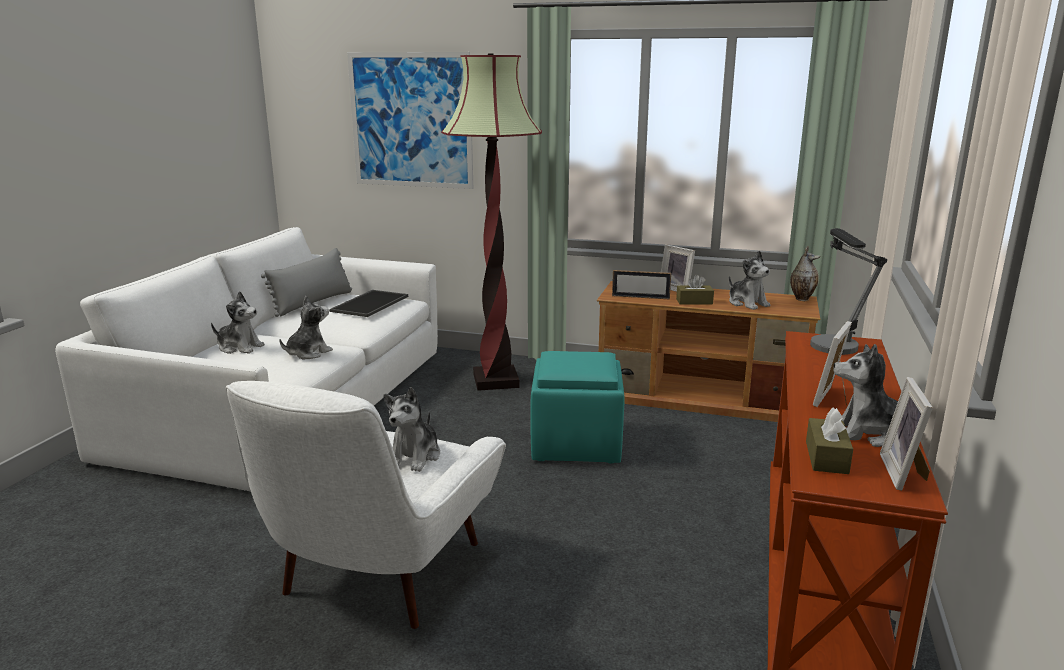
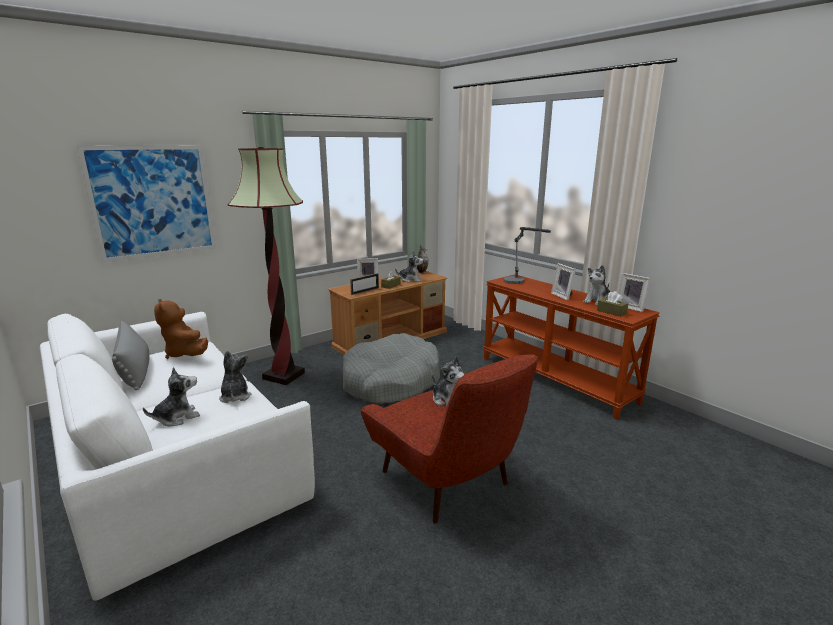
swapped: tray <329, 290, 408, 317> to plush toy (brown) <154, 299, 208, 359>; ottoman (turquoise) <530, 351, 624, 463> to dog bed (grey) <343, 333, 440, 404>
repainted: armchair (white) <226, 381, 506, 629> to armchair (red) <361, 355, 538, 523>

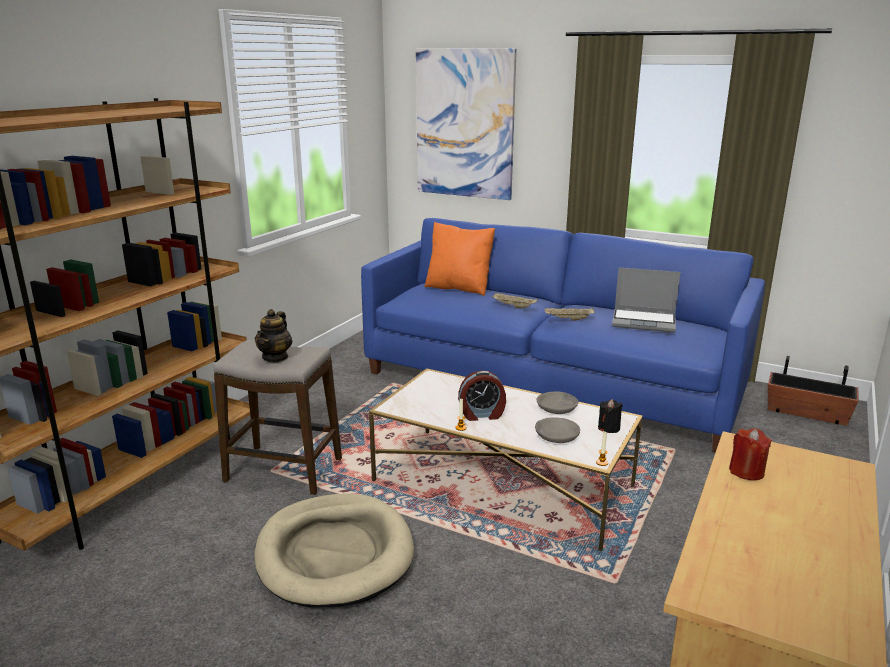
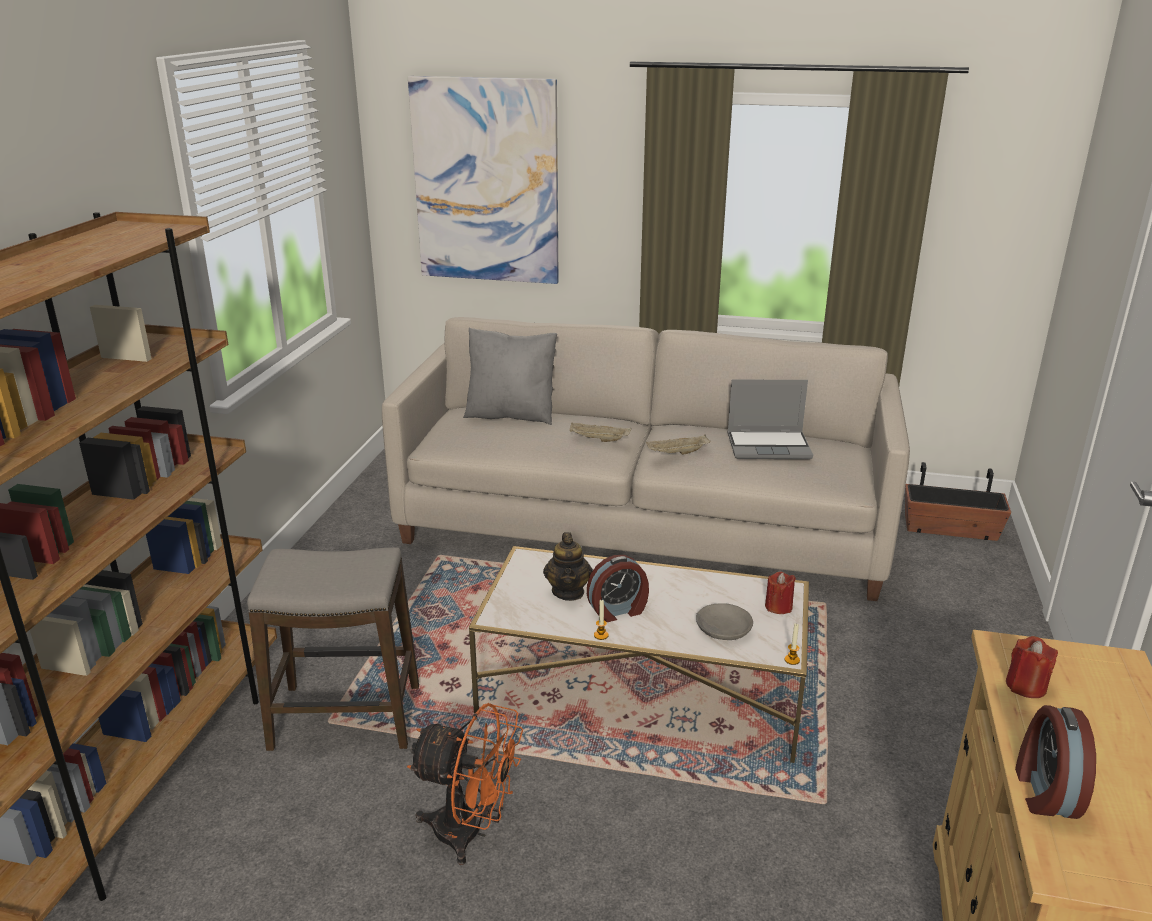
gone: bowl (grey) <537, 391, 579, 414>
new: alarm clock <1015, 705, 1096, 819>
shifted: teapot <255, 309, 292, 362> to <543, 532, 593, 601>
swapped: dog bed (beige) <254, 494, 414, 607> to fan (orange) <407, 703, 523, 865>
repainted: sofa (blue) <361, 218, 765, 453> to sofa (beige) <382, 317, 910, 601>; pillow (orange) <424, 222, 495, 296> to pillow (grey) <463, 328, 557, 425>; candle (black) <598, 399, 623, 433> to candle (red) <765, 571, 796, 614>

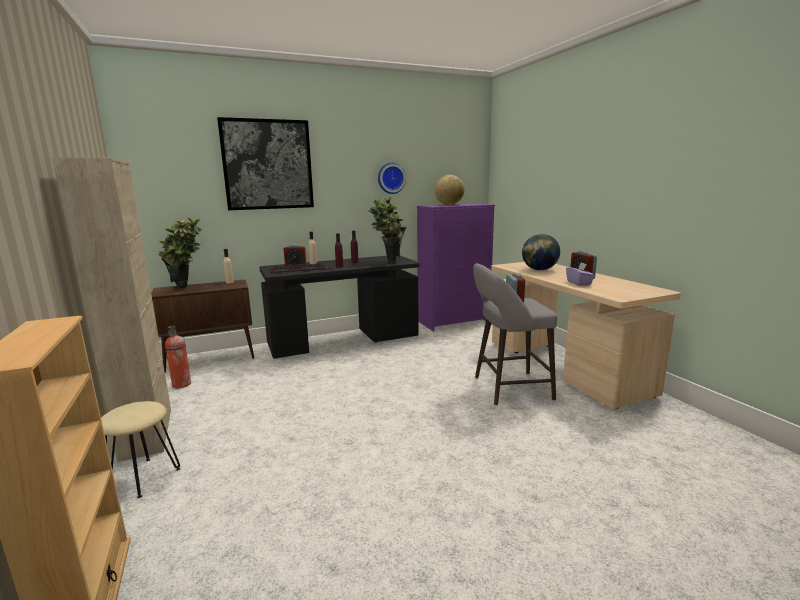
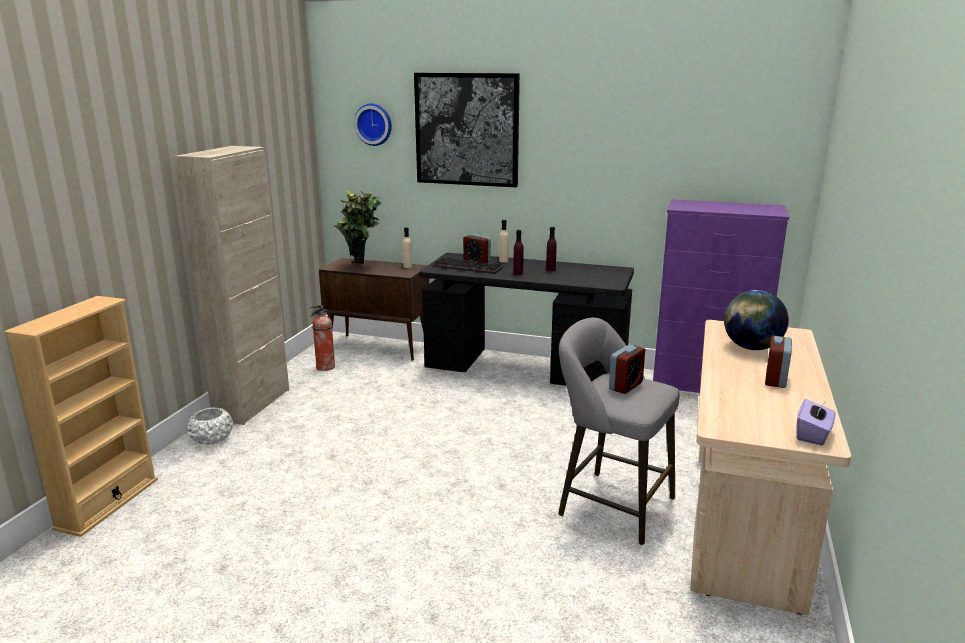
gone: potted plant <369, 197, 407, 264>; globe <435, 175, 464, 205>
shifted: wall clock <378, 163, 406, 194> to <354, 103, 392, 146>; tissue box (purple) <566, 262, 595, 286> to <796, 399, 836, 445>
swapped: stool (beige) <101, 401, 180, 498> to planter (white) <187, 407, 233, 445>

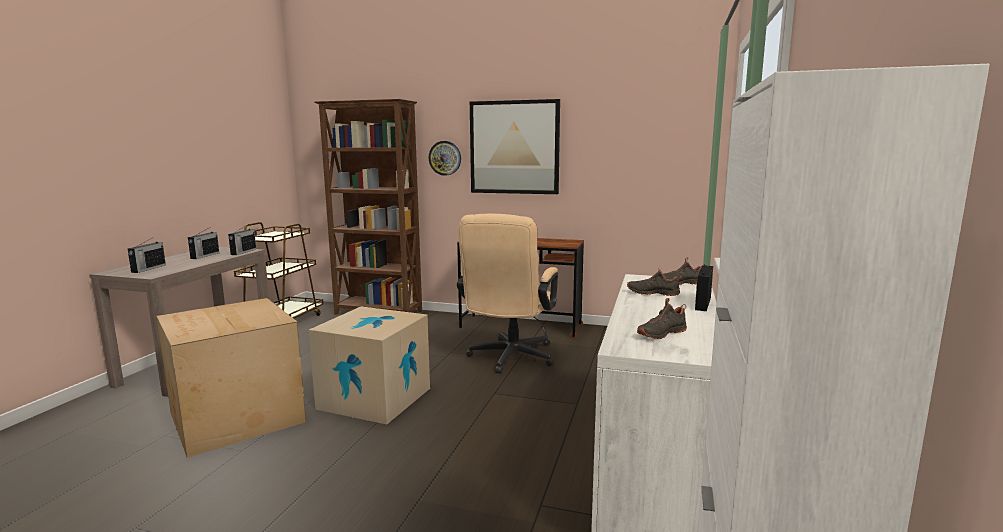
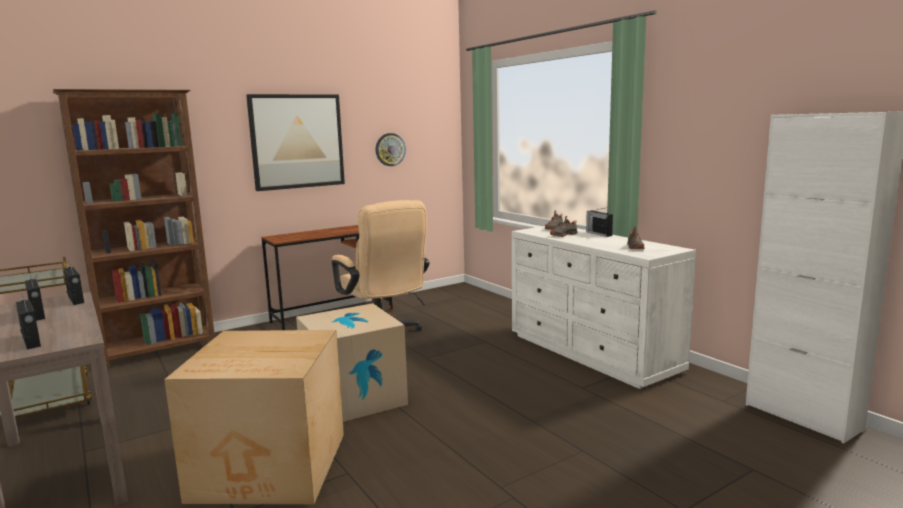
shifted: wall clock <429, 141, 461, 176> to <376, 133, 406, 166>

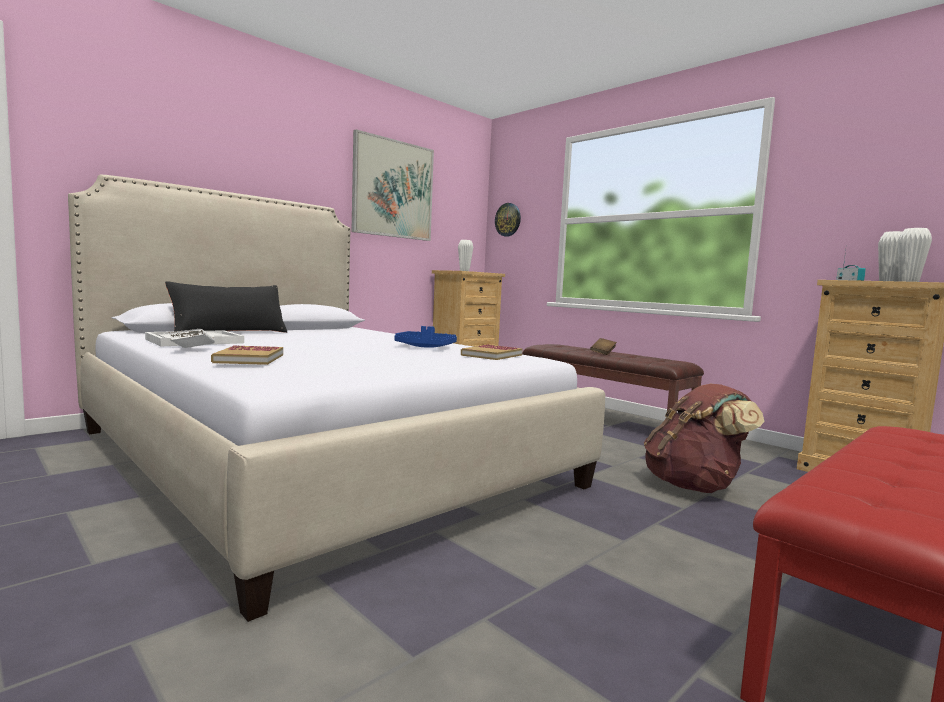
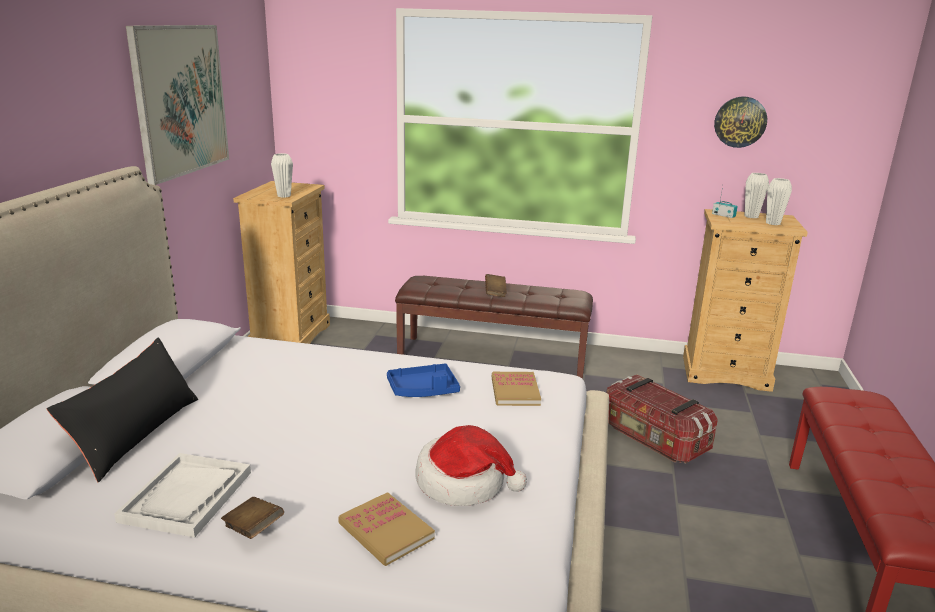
new: hat <415, 425, 527, 506>
shifted: wall clock <495, 203, 521, 237> to <714, 96, 767, 148>
swapped: backpack (brown) <644, 384, 765, 493> to storage box <606, 375, 718, 463>
repainted: book (white) <169, 329, 215, 348> to book (brown) <221, 497, 284, 539>

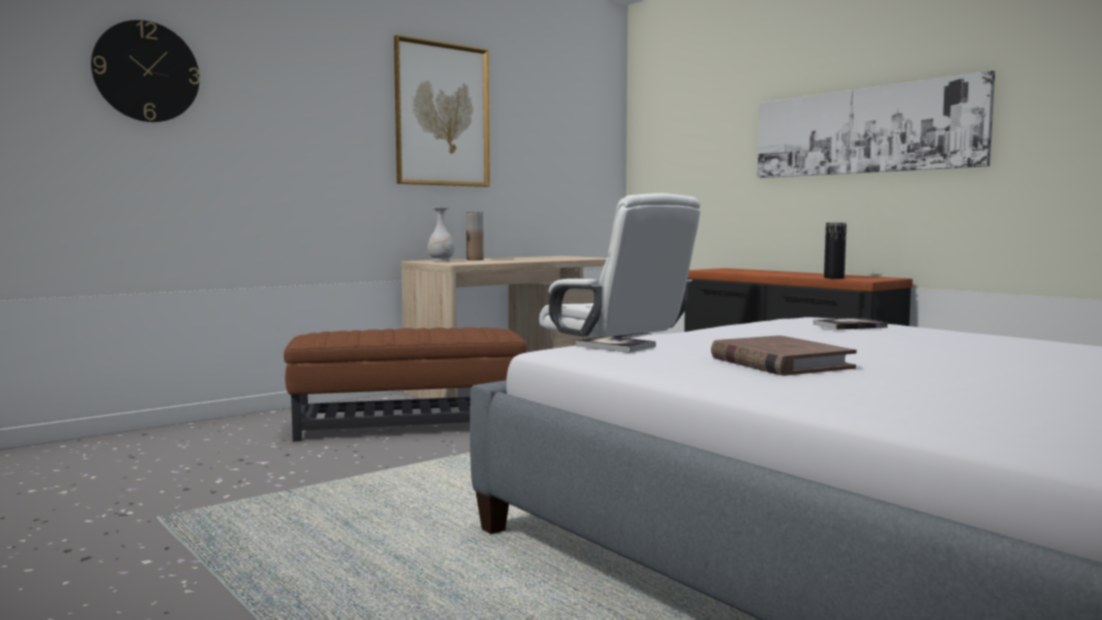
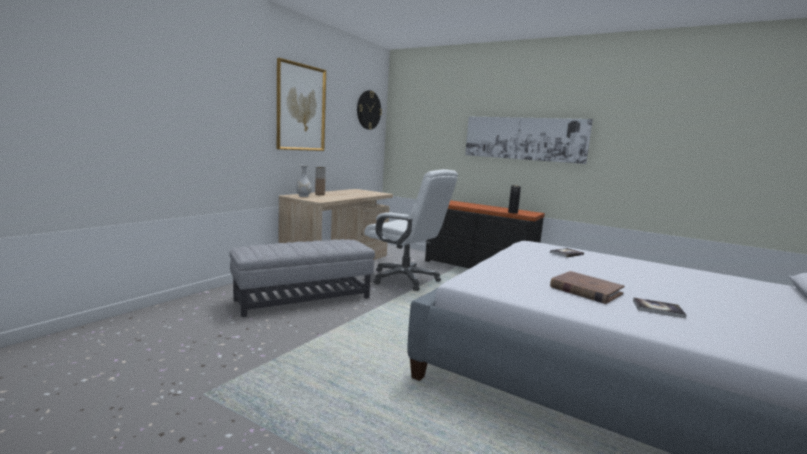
shifted: wall clock <91, 20, 200, 122> to <357, 90, 382, 130>; book <576, 336, 656, 353> to <633, 298, 686, 318>
repainted: ottoman (brown) <284, 327, 527, 442> to ottoman (grey) <229, 239, 375, 317>

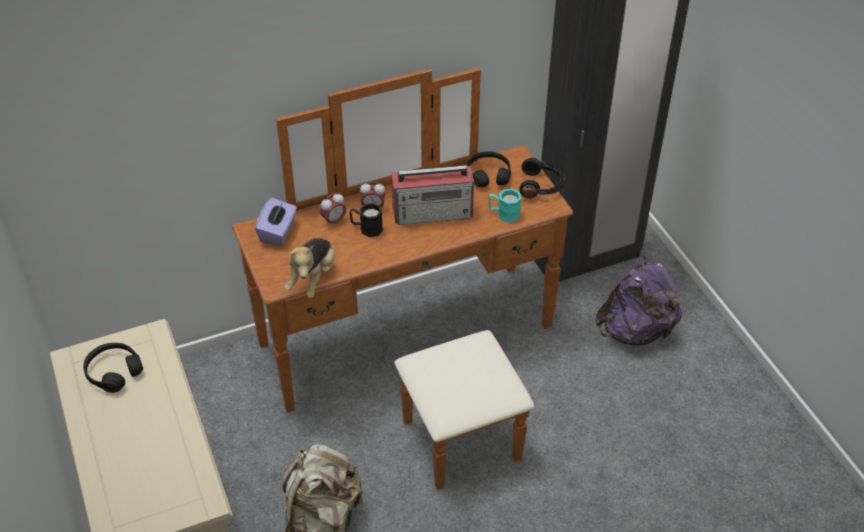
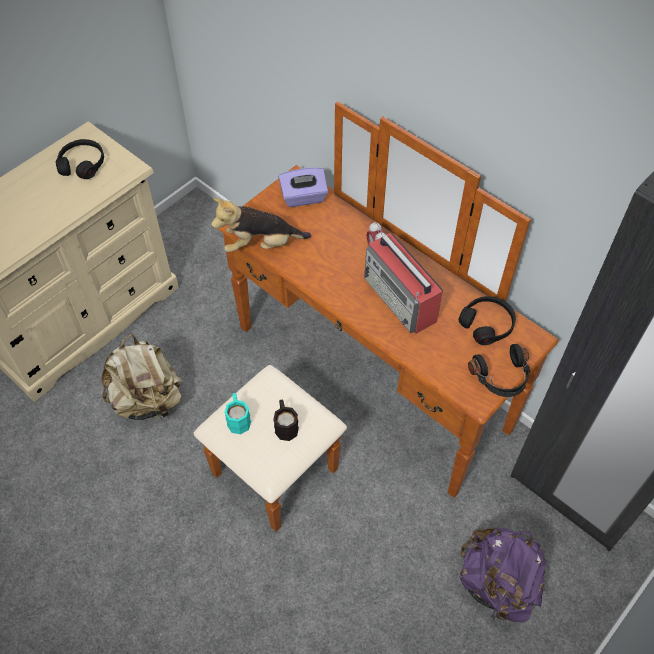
gone: alarm clock <320, 193, 346, 226>
shifted: mug (black) <349, 203, 383, 237> to <273, 400, 299, 441>; mug (turquoise) <488, 189, 521, 222> to <224, 393, 251, 434>

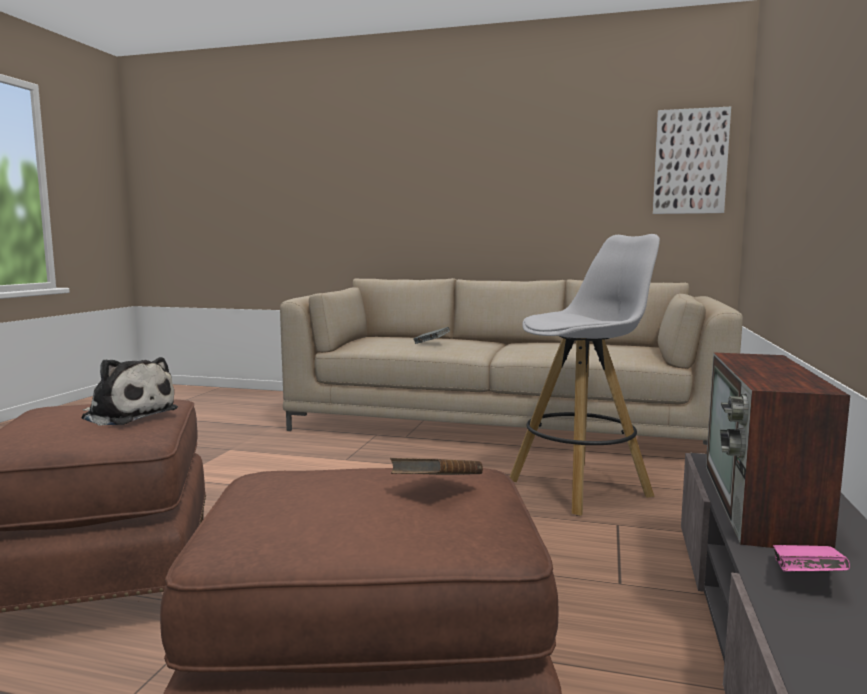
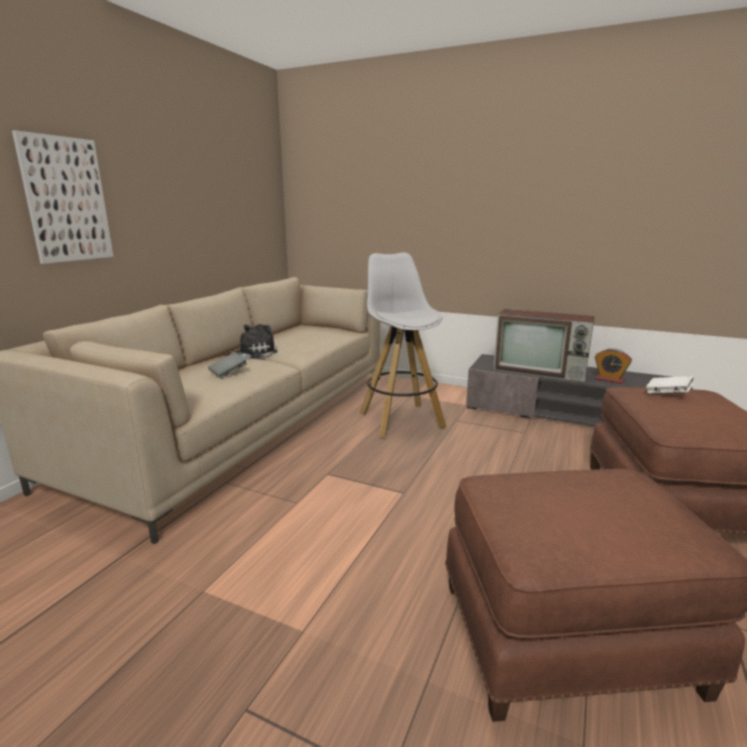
shifted: plush toy <82, 357, 178, 425> to <236, 324, 278, 359>; picture <653, 107, 731, 214> to <12, 130, 114, 264>
swapped: book (pink) <773, 545, 850, 571> to alarm clock <595, 348, 632, 384>
repainted: book (brown) <390, 458, 483, 475> to book (white) <646, 376, 694, 393>

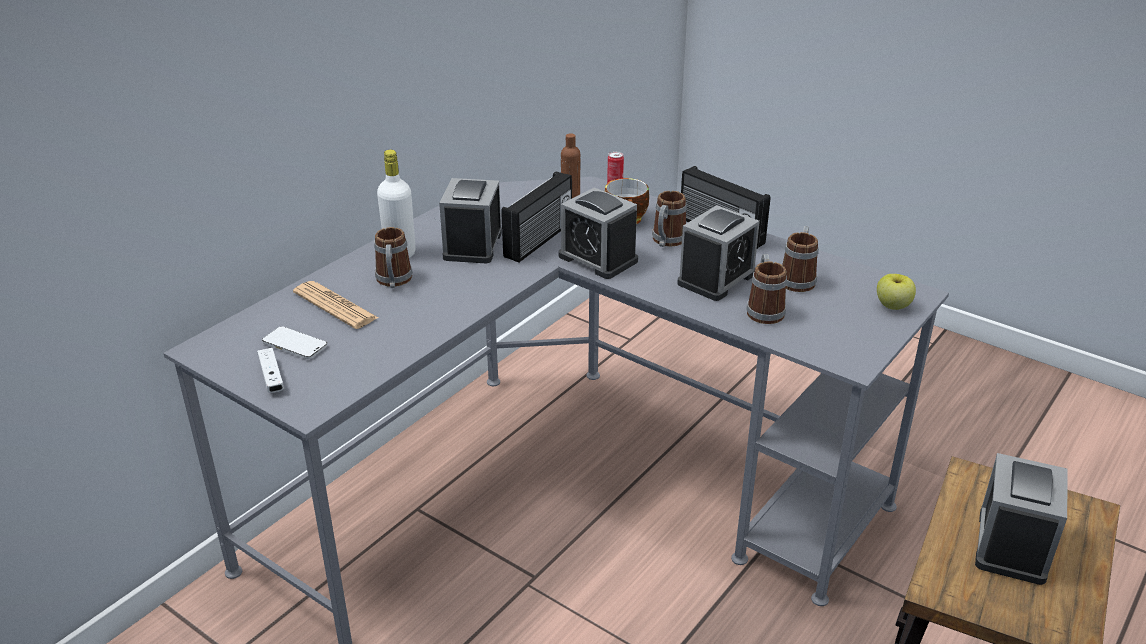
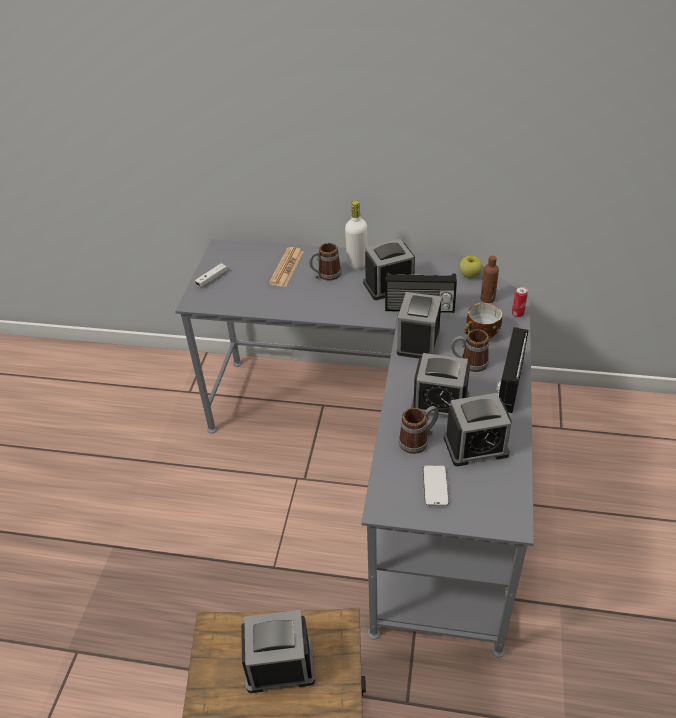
shifted: phone <262, 326, 327, 359> to <423, 466, 449, 506>; apple <877, 274, 916, 310> to <459, 255, 483, 278>
swapped: mug <782, 226, 819, 292> to alarm clock <444, 393, 512, 466>

